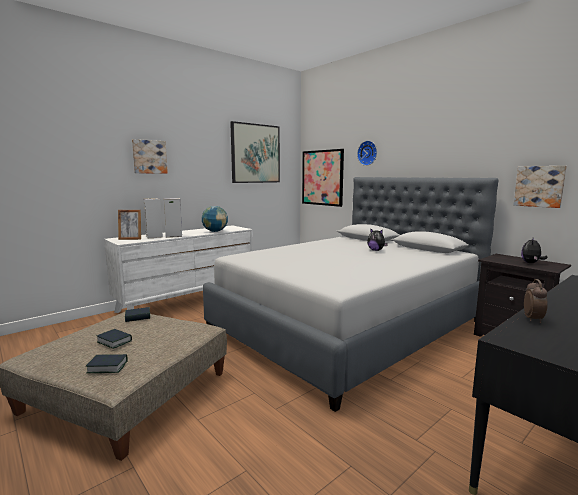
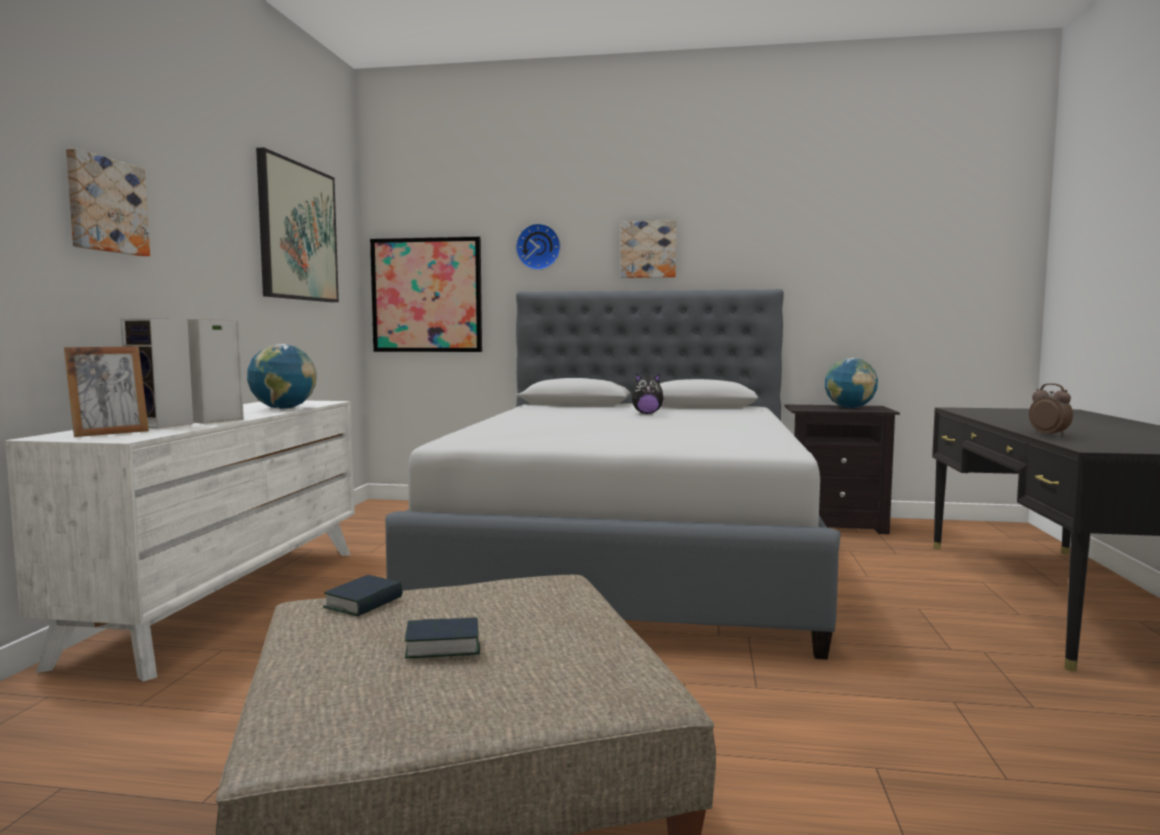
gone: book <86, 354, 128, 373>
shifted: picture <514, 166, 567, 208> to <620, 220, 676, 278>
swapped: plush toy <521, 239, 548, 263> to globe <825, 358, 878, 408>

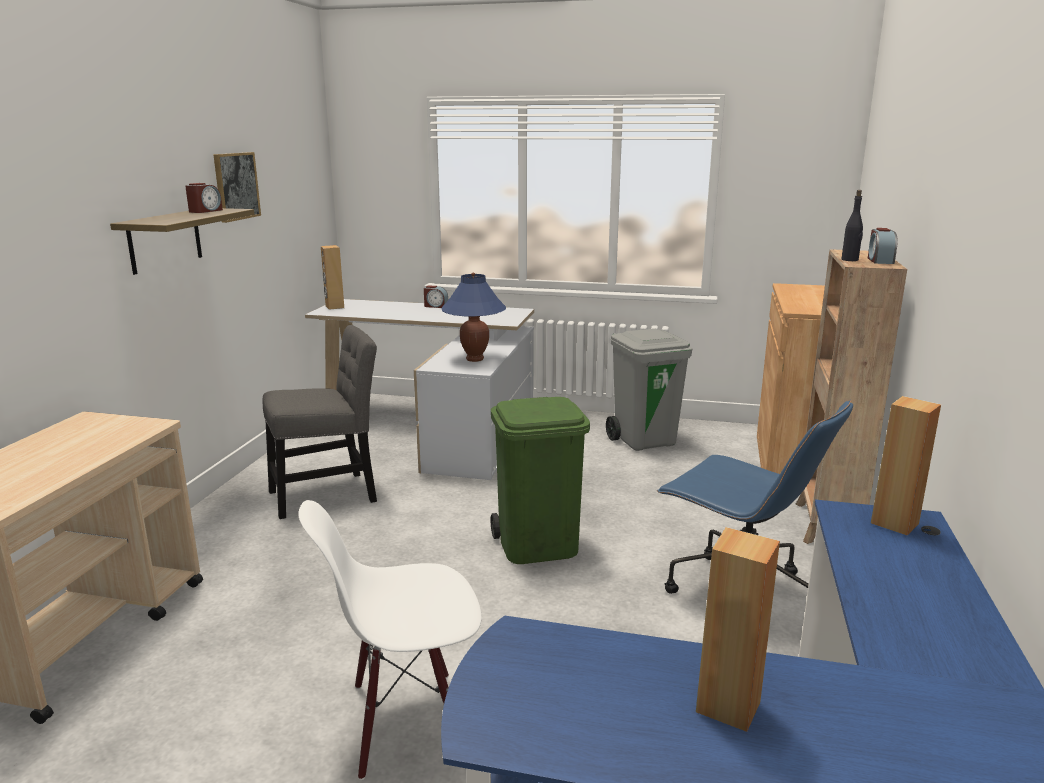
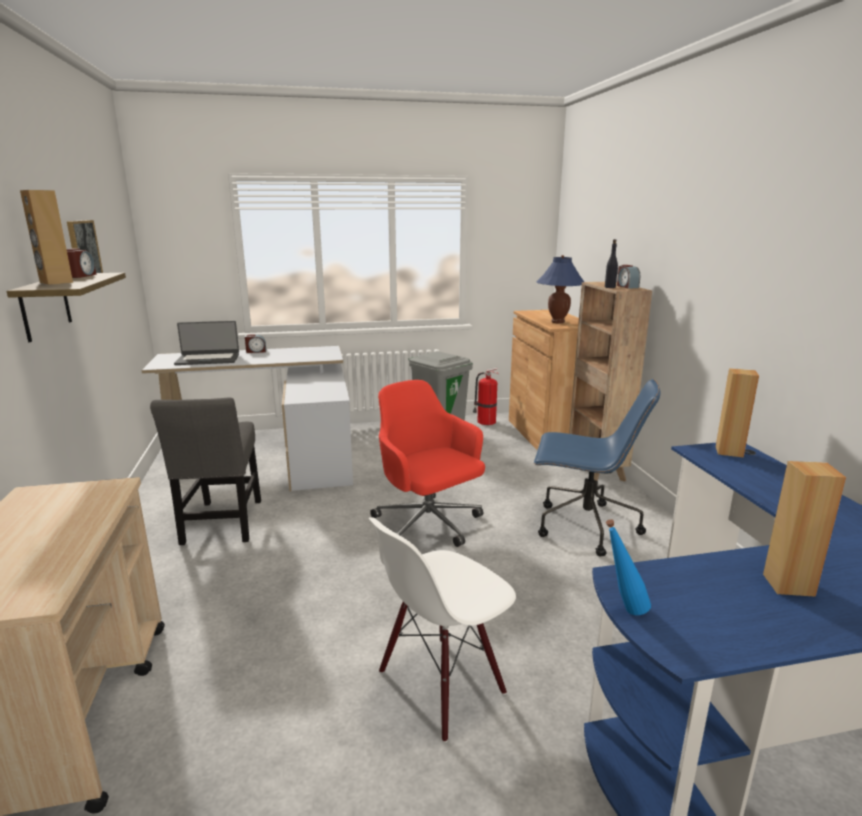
new: laptop <174, 321, 239, 365>; fire extinguisher <473, 368, 499, 425>; bottle (blue) <606, 519, 651, 615>
shifted: speaker (brown) <321, 245, 344, 310> to <20, 190, 73, 285>; table lamp (blue) <442, 273, 506, 362> to <536, 255, 584, 323>
swapped: trash can (green) <490, 397, 590, 564> to office chair (red) <370, 380, 485, 547>
rotated: chair (grey) <263, 325, 377, 519> = <150, 397, 261, 545> 135 degrees clockwise

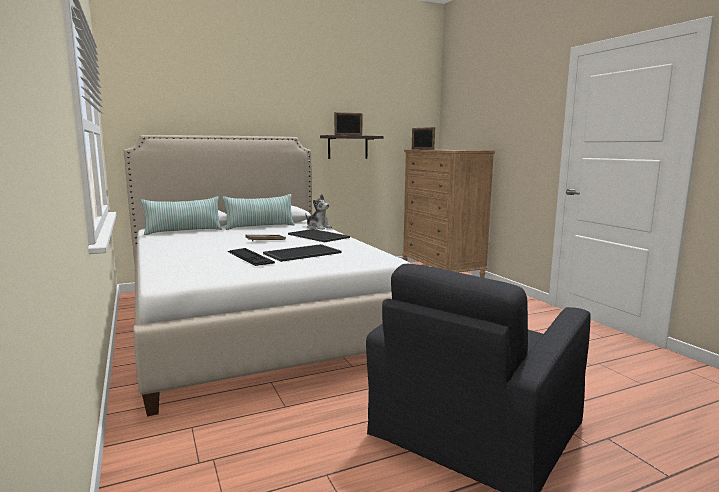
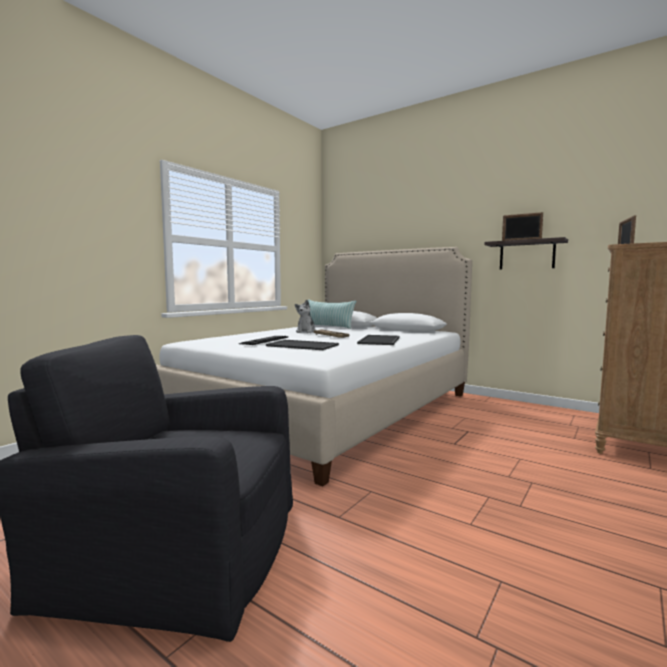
gone: pillow <222, 194, 295, 230>
shifted: plush toy <305, 194, 332, 230> to <295, 300, 316, 333>

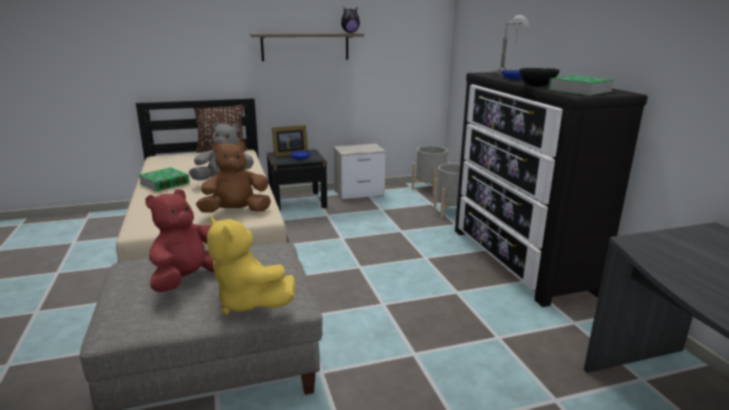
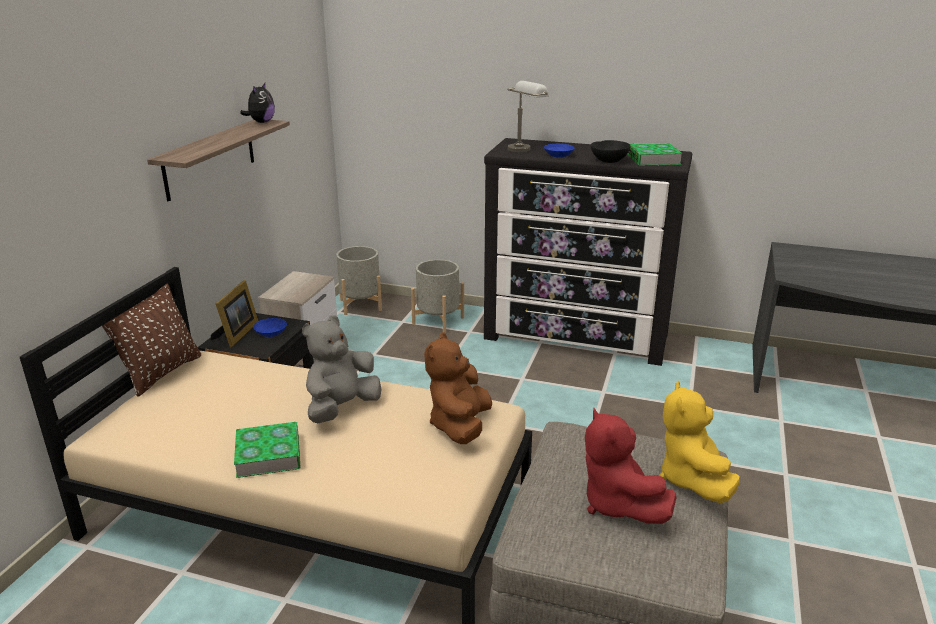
rotated: plush toy (yellow) <207, 217, 295, 315> = <659, 381, 740, 503> 105 degrees clockwise

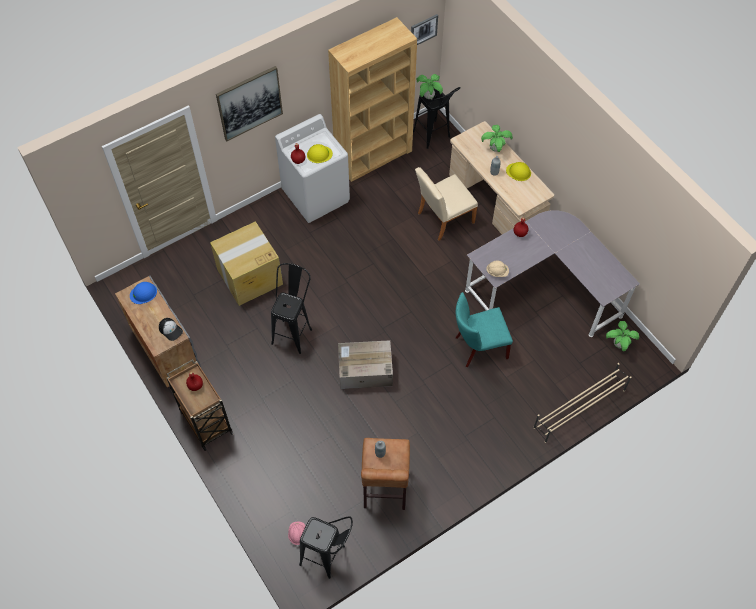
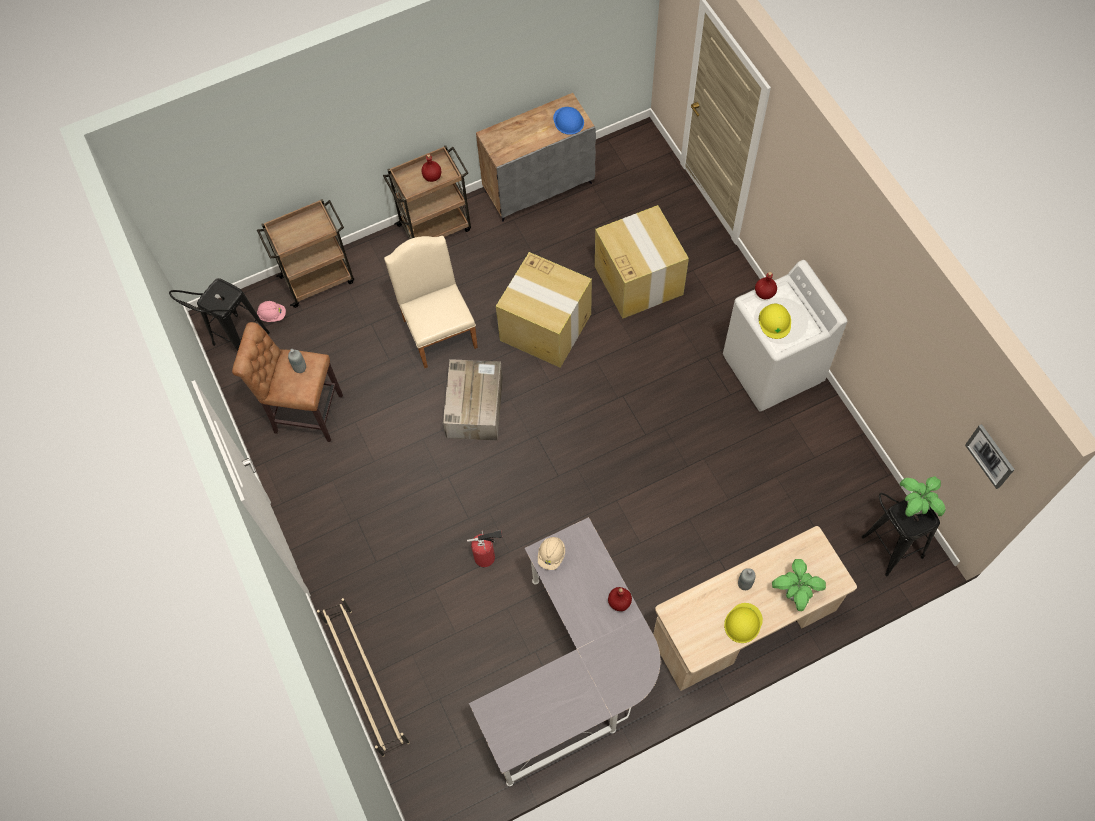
gone: cap <159, 318, 183, 341>; picture <216, 66, 283, 141>; bookcase (brown) <328, 17, 417, 182>; potted plant <606, 321, 639, 351>
new: cart (brown) <257, 199, 354, 308>
shifted: chair (beige) <415, 167, 478, 241> to <384, 236, 478, 368>
swapped: stool (black) <271, 263, 312, 354> to cardboard box <496, 252, 592, 368>; chair (turquoise) <456, 292, 513, 367> to fire extinguisher <467, 530, 502, 567>

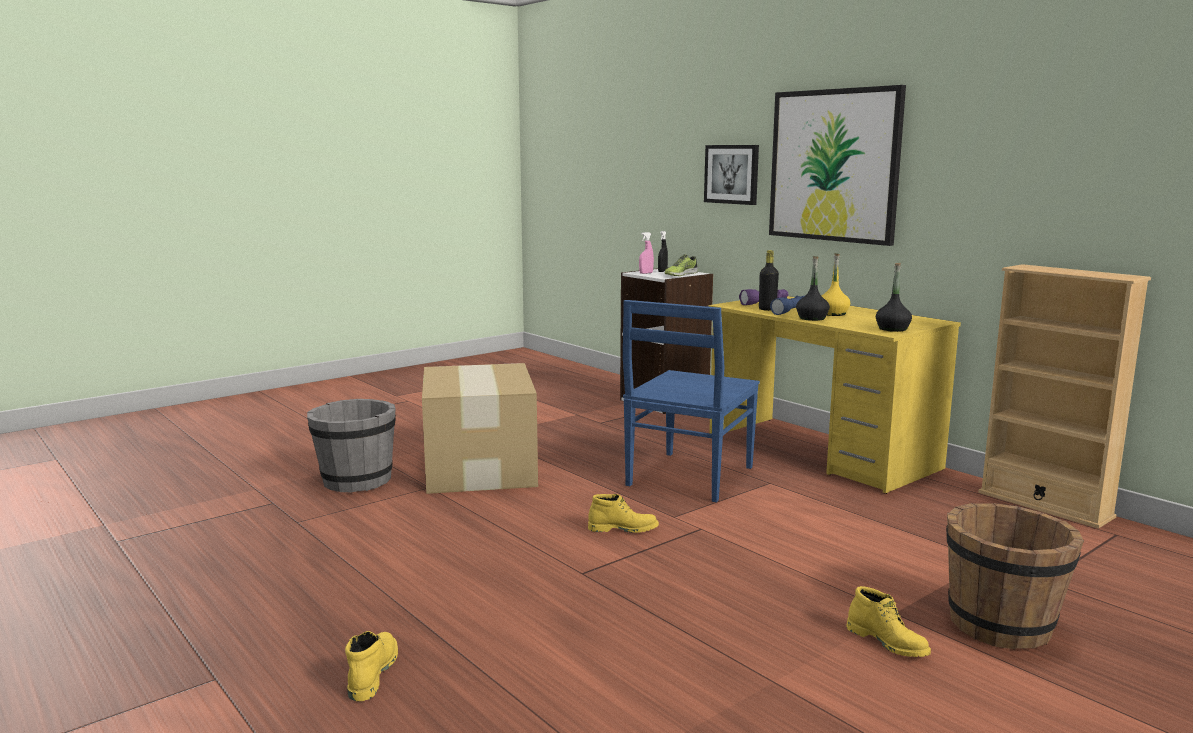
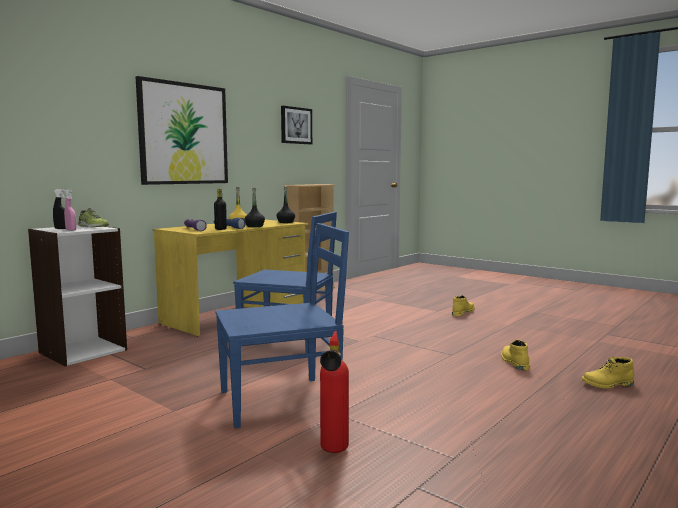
gone: bucket (brown) <946, 503, 1084, 649>
shifted: boot (yellow) <588, 494, 659, 533> to <501, 340, 530, 370>; picture <704, 145, 759, 205> to <281, 106, 312, 144>
swapped: bucket (grey) <307, 399, 396, 492> to fire extinguisher <320, 331, 349, 453>; cardboard box <422, 363, 538, 494> to chair (blue) <215, 223, 349, 428>

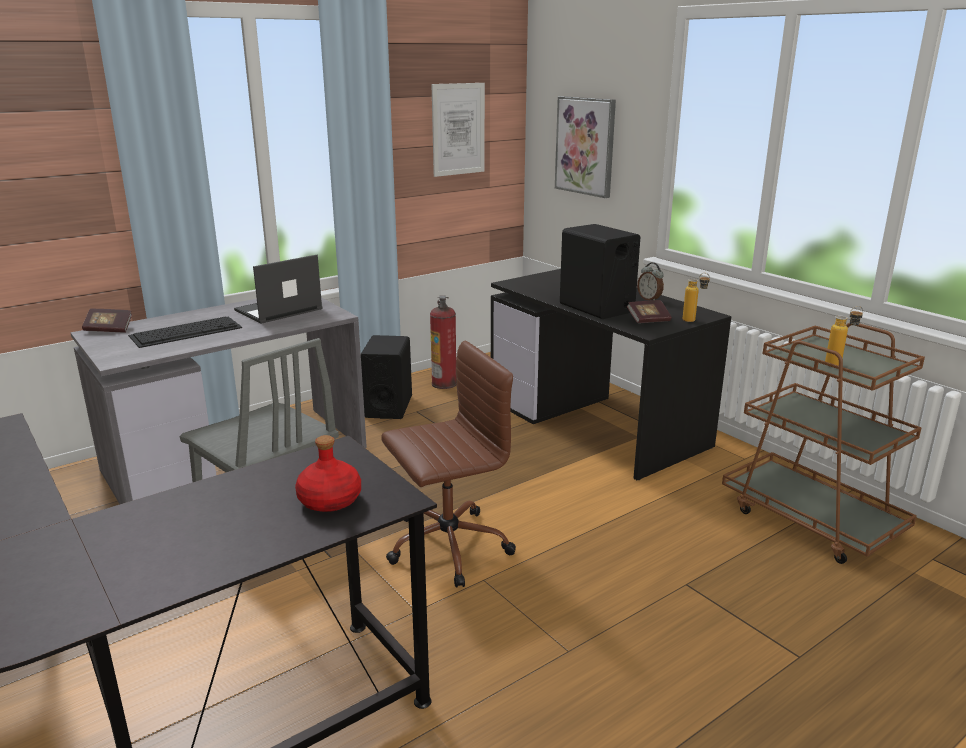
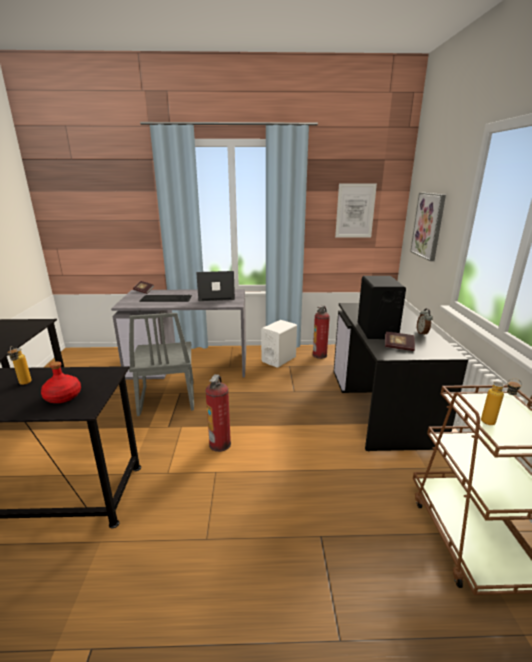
shifted: bottle <683, 273, 710, 322> to <7, 346, 32, 385>
swapped: office chair (brown) <381, 341, 516, 588> to fire extinguisher <205, 374, 231, 452>
repainted: speaker (black) <361, 335, 412, 419> to speaker (white) <261, 320, 297, 368>

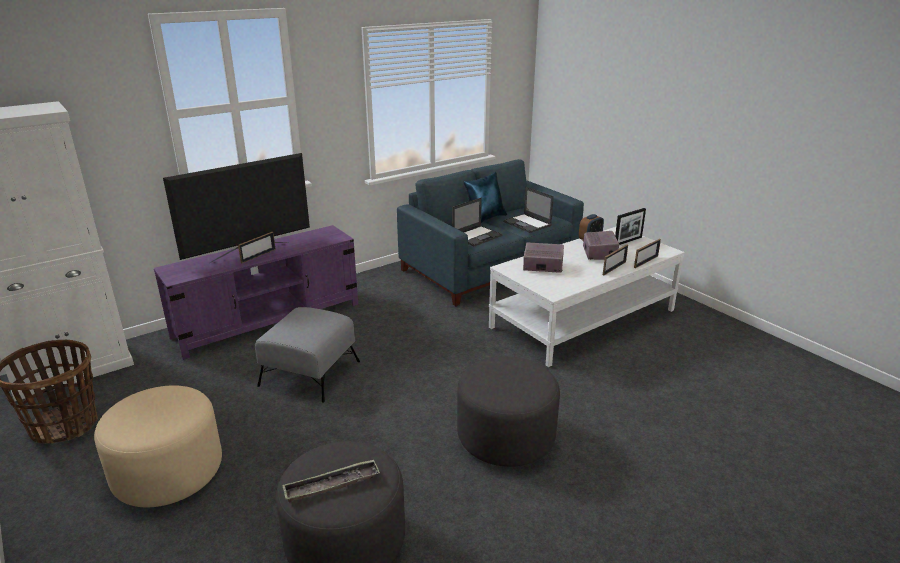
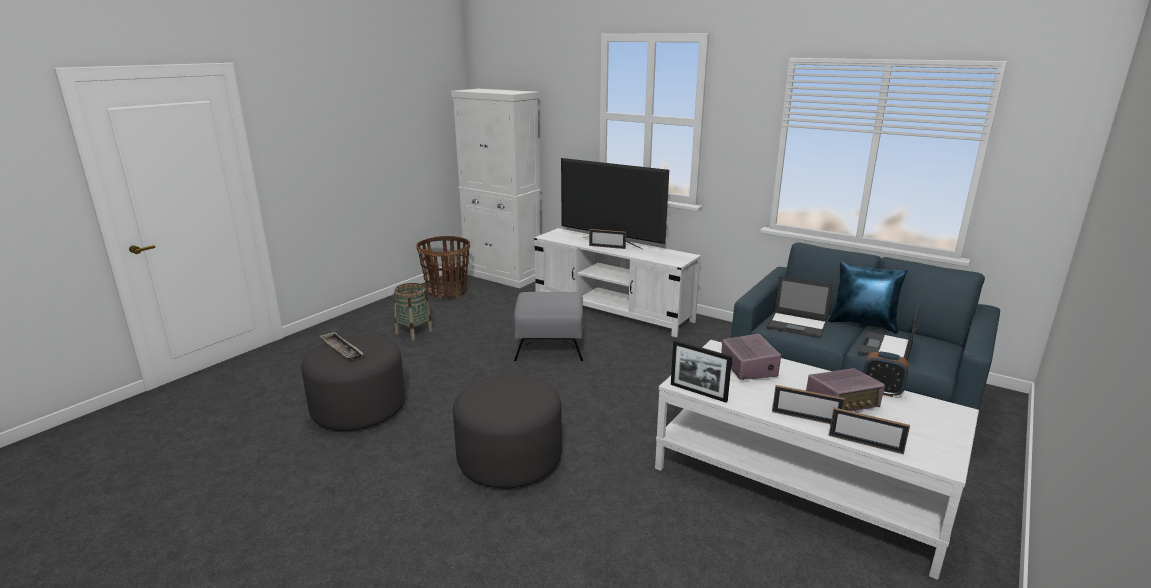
shifted: picture frame <615, 208, 646, 245> to <671, 340, 732, 403>
swapped: ottoman (beige) <94, 385, 222, 507> to basket <394, 283, 433, 340>
repainted: tv stand (purple) <154, 225, 358, 360> to tv stand (white) <534, 228, 701, 337>

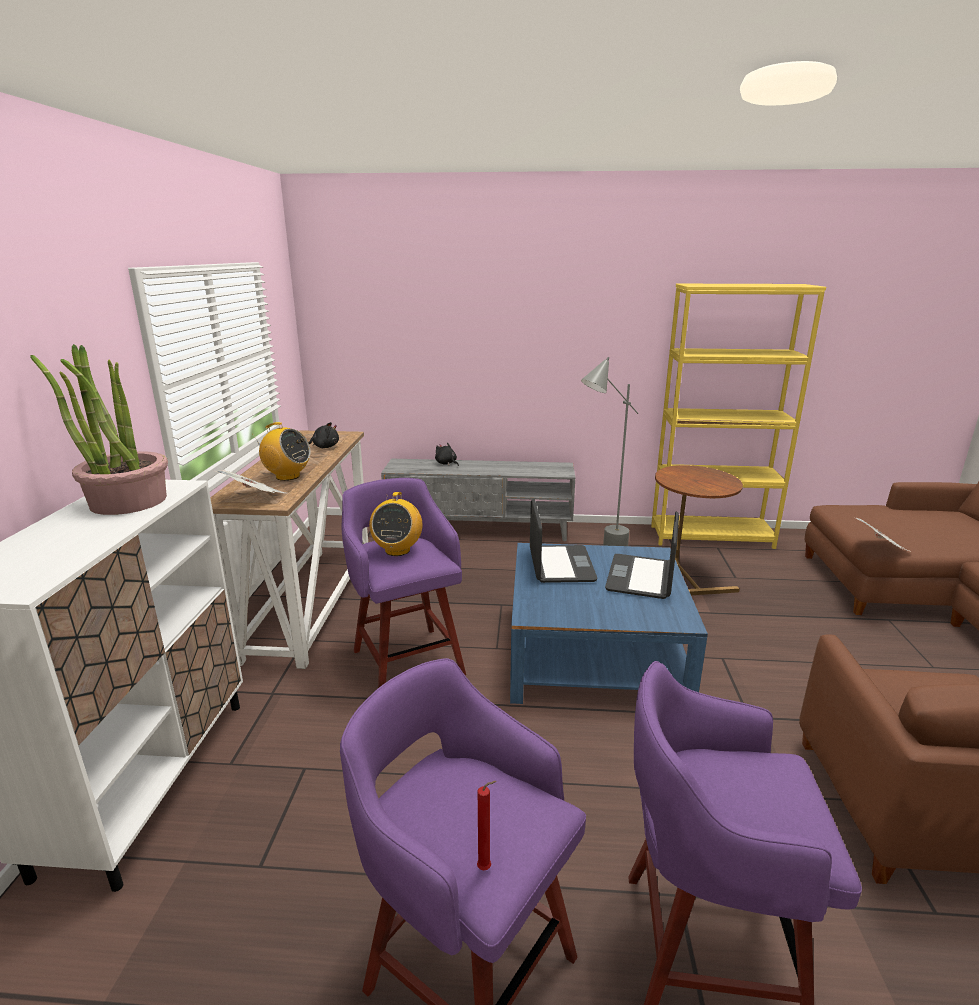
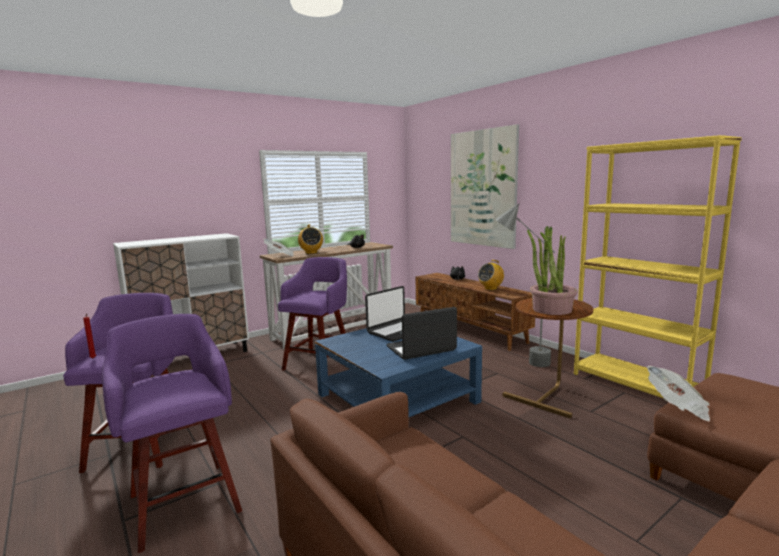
new: picture <451, 124, 519, 249>
shifted: potted plant <30, 344, 168, 515> to <527, 226, 578, 315>; radio <369, 492, 423, 556> to <478, 260, 504, 290>
repainted: tv stand (grey) <381, 459, 575, 541> to tv stand (brown) <415, 273, 535, 351>

